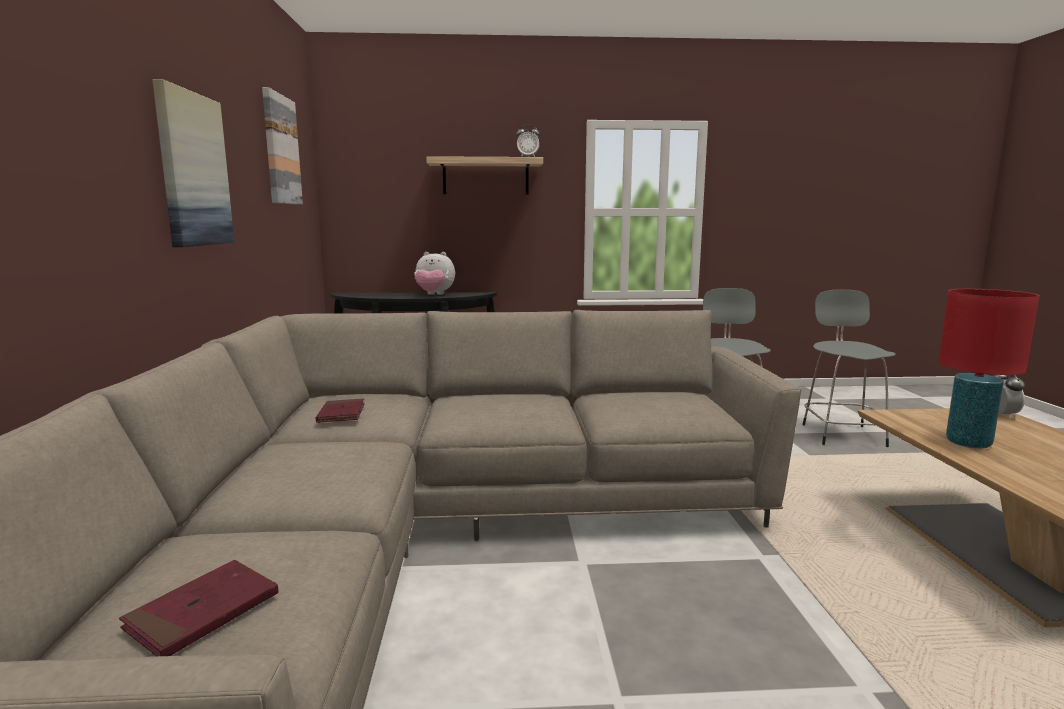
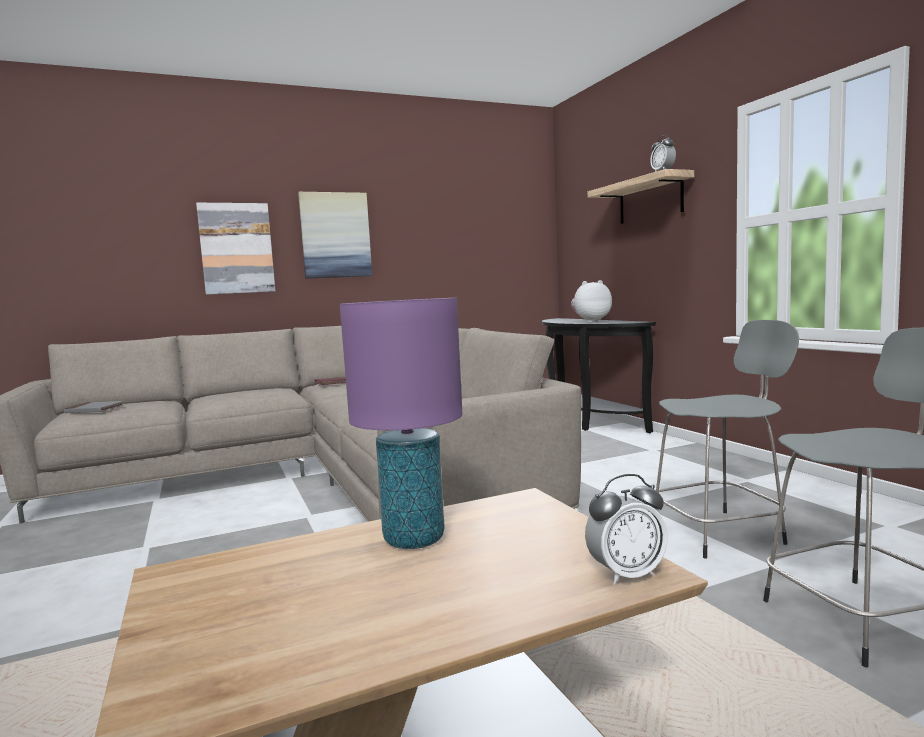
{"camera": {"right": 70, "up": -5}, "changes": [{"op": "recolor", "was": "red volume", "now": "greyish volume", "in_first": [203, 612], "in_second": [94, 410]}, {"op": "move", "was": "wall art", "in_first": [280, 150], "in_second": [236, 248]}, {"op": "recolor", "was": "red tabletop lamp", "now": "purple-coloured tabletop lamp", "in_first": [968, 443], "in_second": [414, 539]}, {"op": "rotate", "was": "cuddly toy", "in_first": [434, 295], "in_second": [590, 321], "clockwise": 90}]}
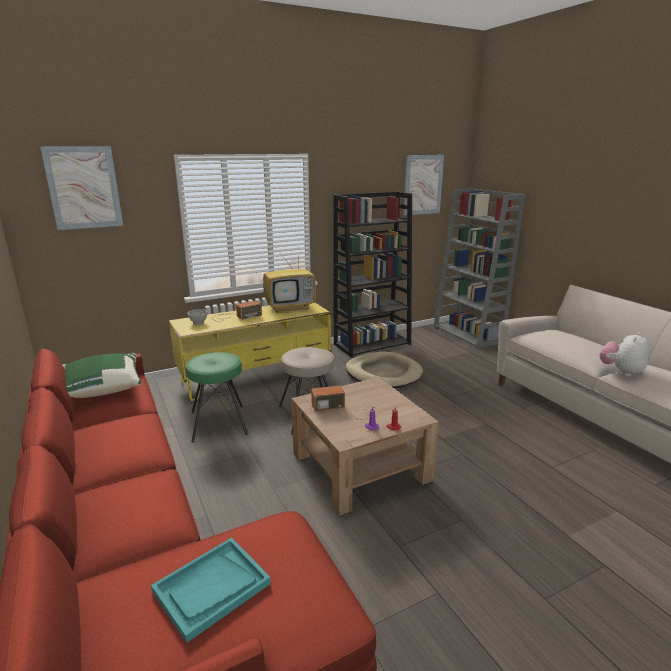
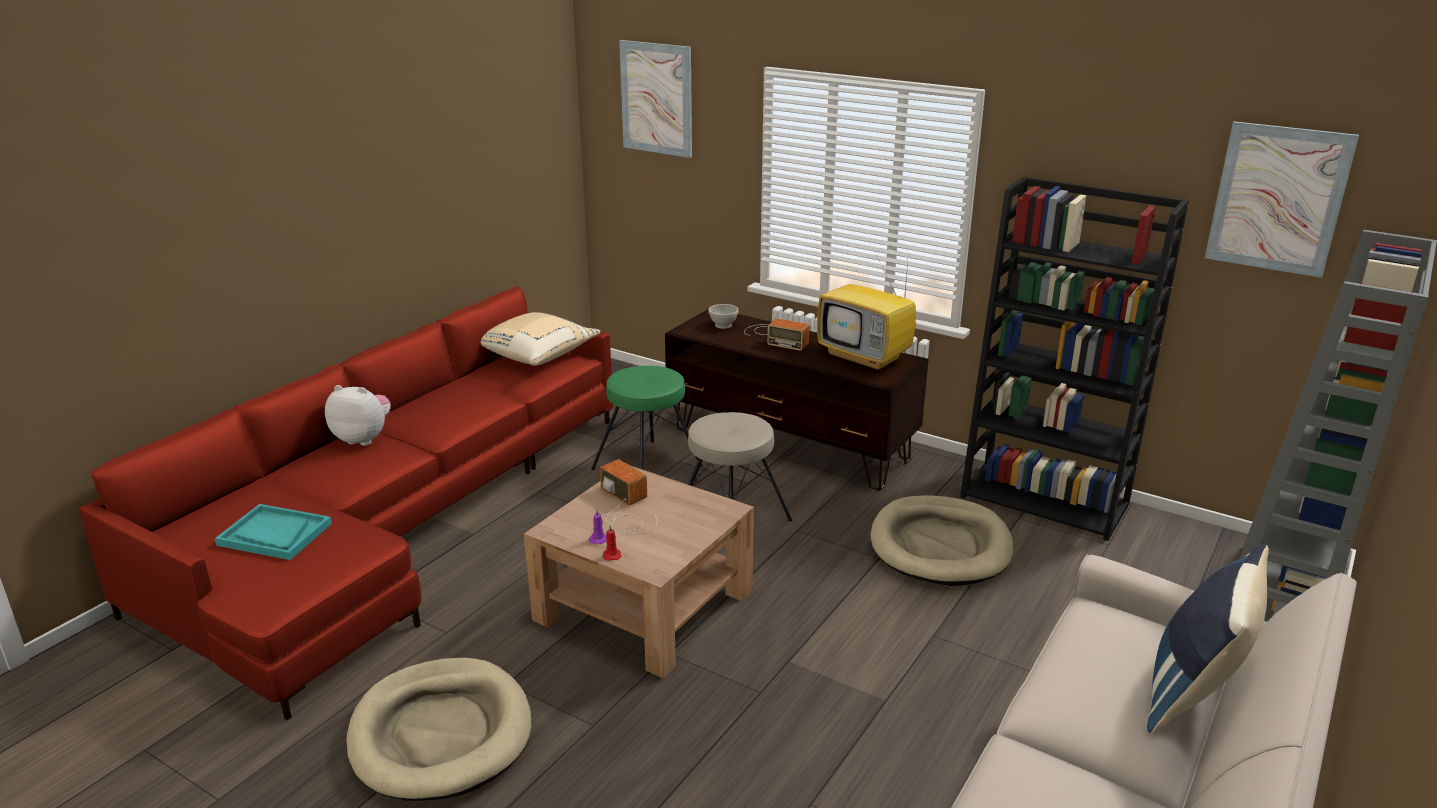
{"camera": {"right": 60, "up": 5}, "changes": [{"op": "move", "was": "cuddly toy", "in_first": [621, 371], "in_second": [363, 438]}, {"op": "insert", "now": "sand-coloured pet bed", "in_second": [441, 734]}, {"op": "recolor", "was": "green-coloured throw pillow", "now": "sand-coloured throw pillow", "in_first": [102, 388], "in_second": [536, 355]}, {"op": "recolor", "was": "yellow-coloured tv stand", "now": "brown tv stand", "in_first": [256, 376], "in_second": [790, 444]}, {"op": "insert", "now": "bluish throw pillow", "in_second": [1194, 694]}]}
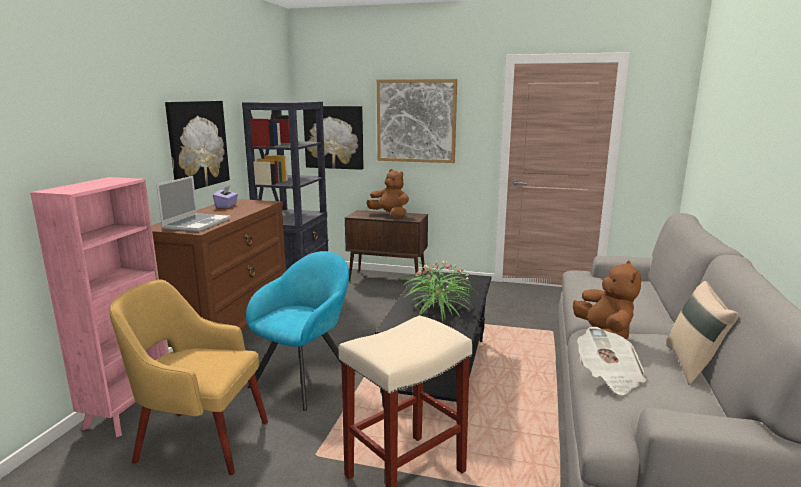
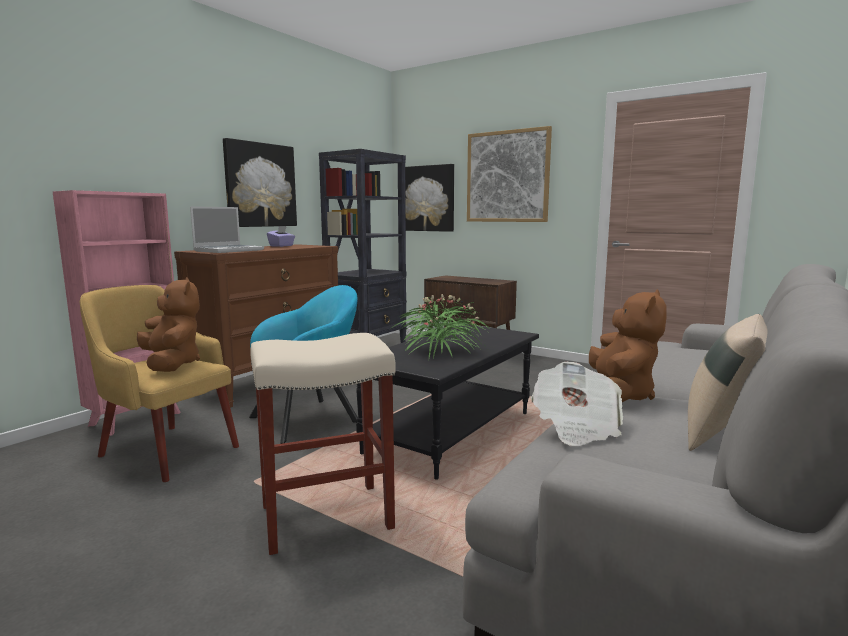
{"camera": {"right": 20, "up": -5}, "changes": [{"op": "move", "was": "brown cuddly toy", "in_first": [389, 215], "in_second": [172, 364]}]}
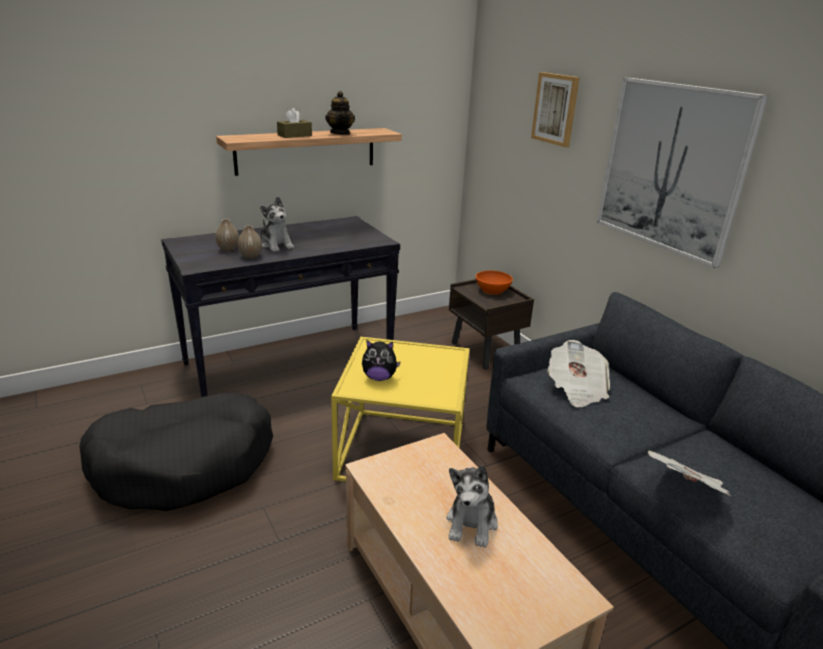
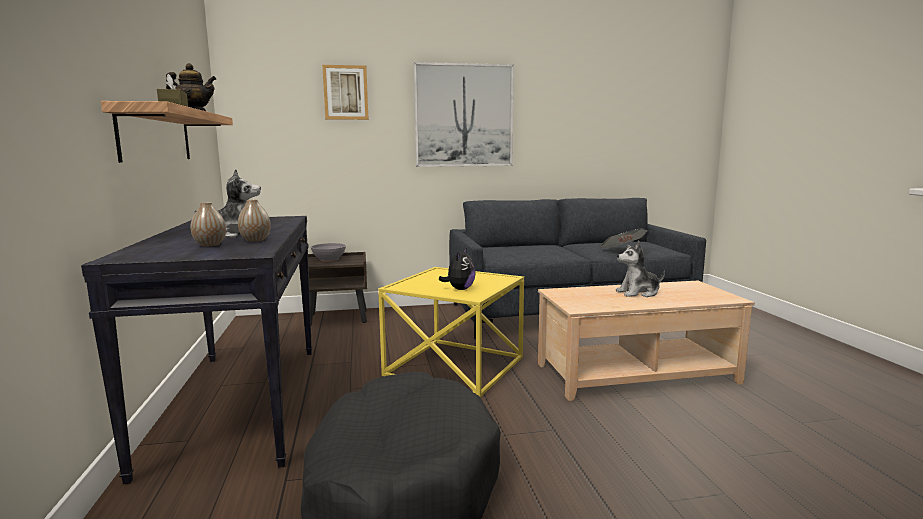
{"camera": {"right": -70, "up": -15}, "changes": [{"op": "recolor", "was": "orange-coloured bowl", "now": "greyish bowl", "in_first": [493, 290], "in_second": [329, 259]}, {"op": "rotate", "was": "cuddly toy", "in_first": [472, 523], "in_second": [638, 293], "clockwise": 135}, {"op": "delete", "was": "printed paper", "in_first": [576, 389]}]}
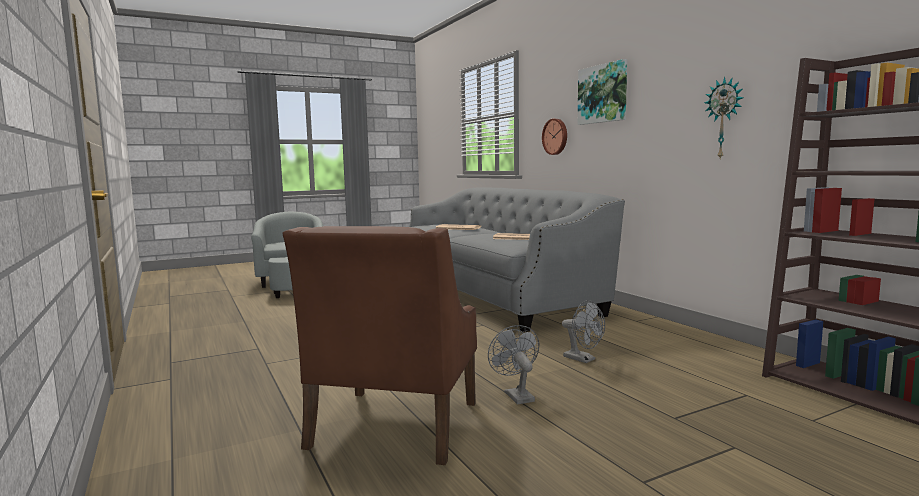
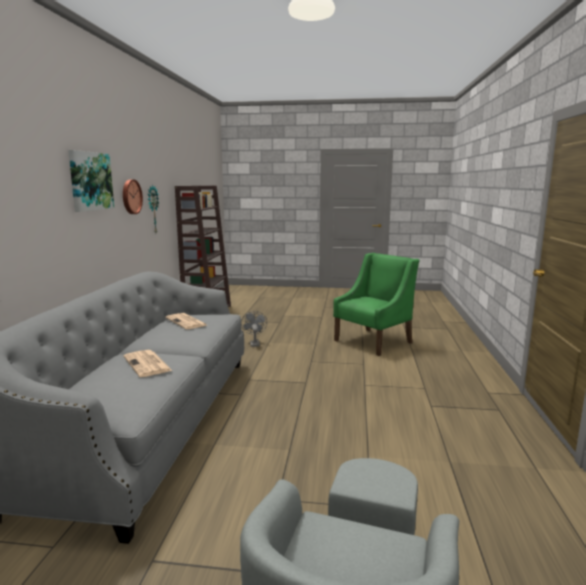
{"camera": {"right": -145, "up": 5}, "changes": [{"op": "move", "was": "clock on the wall", "in_first": [556, 136], "in_second": [130, 196]}, {"op": "recolor", "was": "brown armchair", "now": "green-coloured armchair", "in_first": [393, 425], "in_second": [374, 341]}, {"op": "delete", "was": "greyish cooling fan", "in_first": [516, 395]}]}
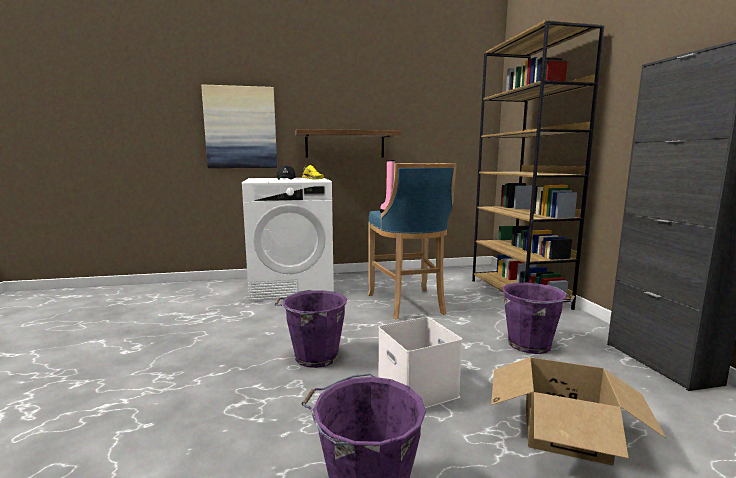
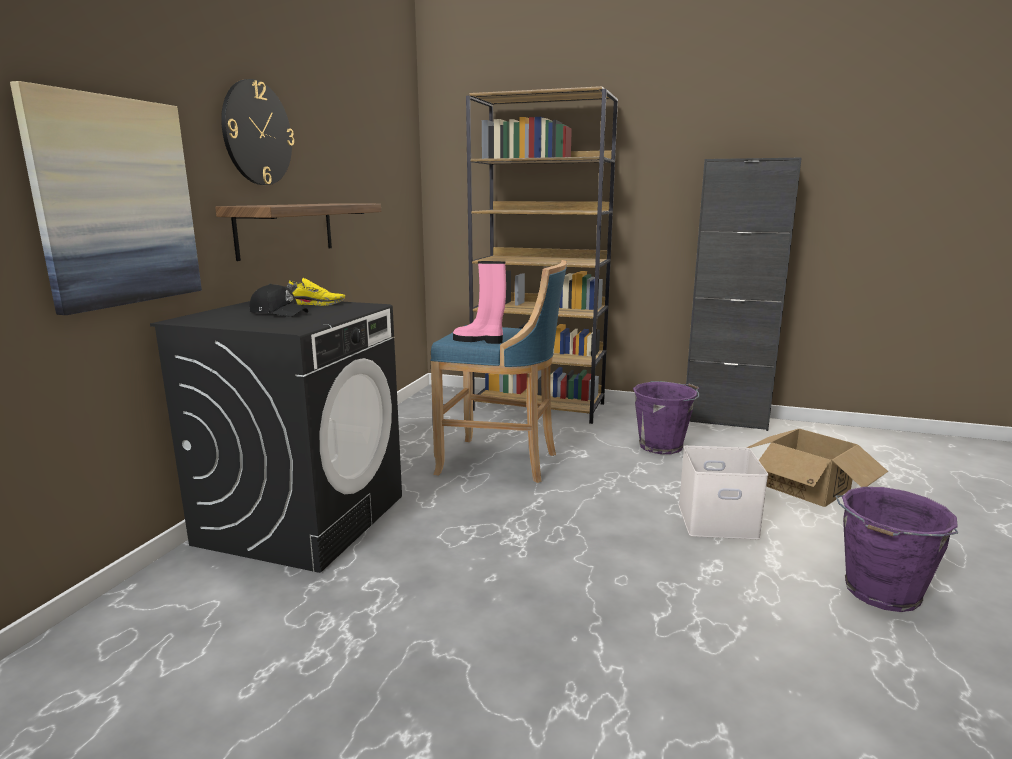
{"camera": {"right": -60, "up": 5}, "changes": [{"op": "recolor", "was": "whitish laundry appliance", "now": "black-coloured laundry appliance", "in_first": [292, 286], "in_second": [303, 519]}, {"op": "insert", "now": "clock on the wall", "in_second": [257, 133]}, {"op": "delete", "was": "purple-coloured water bucket", "in_first": [314, 357]}]}
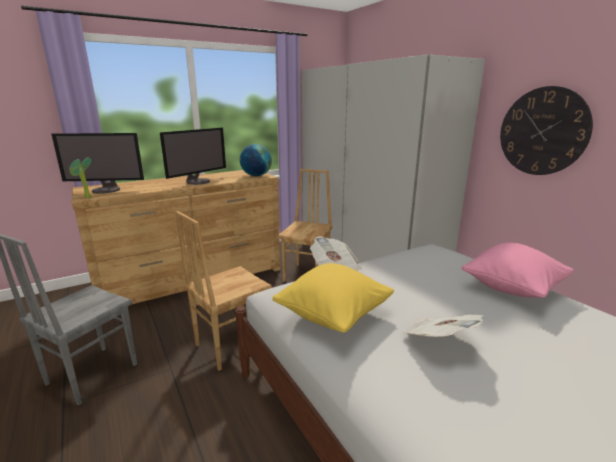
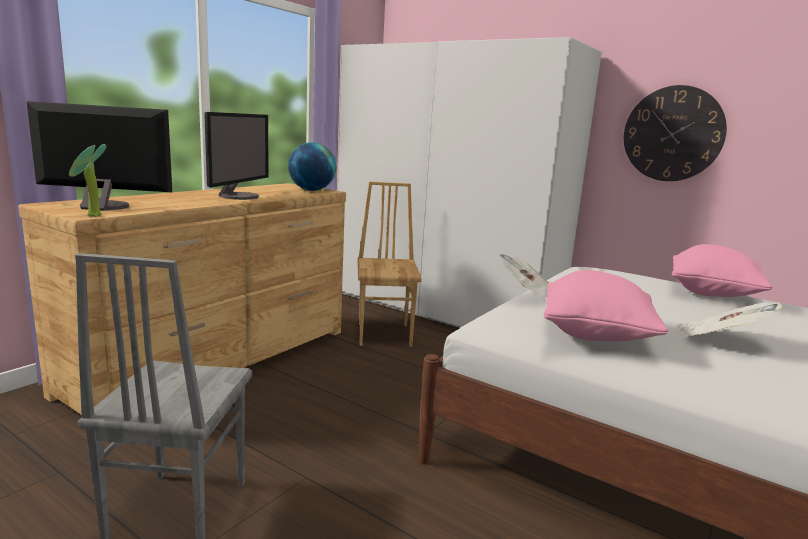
{"camera": {"right": -25, "up": -5}, "changes": [{"op": "rotate", "was": "computer display", "in_first": [107, 190], "in_second": [103, 206], "clockwise": -150}, {"op": "recolor", "was": "yellow-coloured throw pillow", "now": "pink throw pillow", "in_first": [333, 316], "in_second": [596, 335]}, {"op": "delete", "was": "brown plain chair", "in_first": [231, 345]}]}
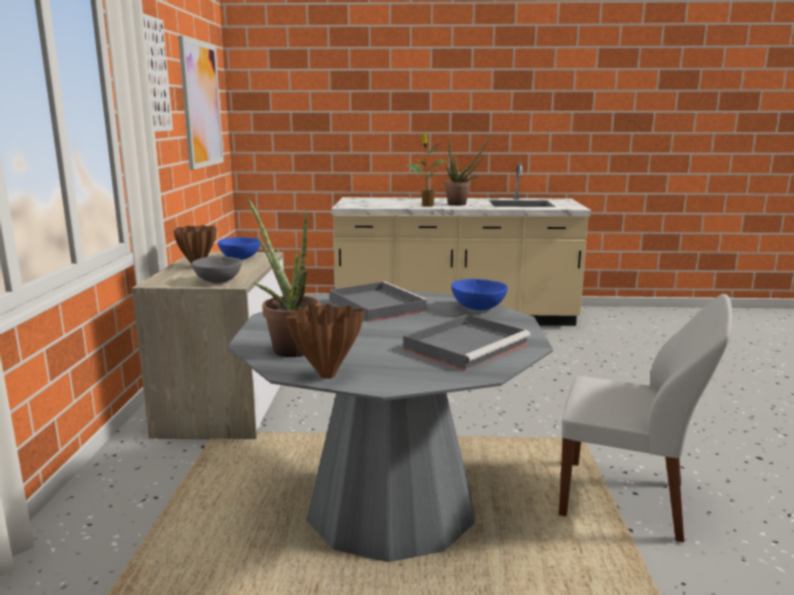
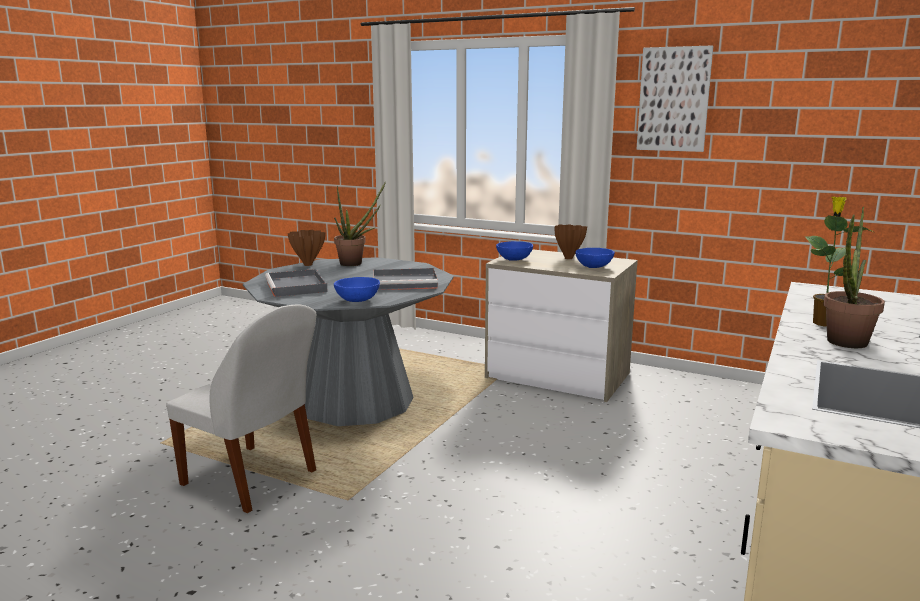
{"camera": {"right": 115, "up": 0}, "changes": [{"op": "rotate", "was": "whitish plain chair", "in_first": [627, 500], "in_second": [251, 479], "clockwise": -105}, {"op": "recolor", "was": "greyish bowl", "now": "bluish bowl", "in_first": [217, 281], "in_second": [514, 259]}, {"op": "delete", "was": "wall art", "in_first": [201, 104]}]}
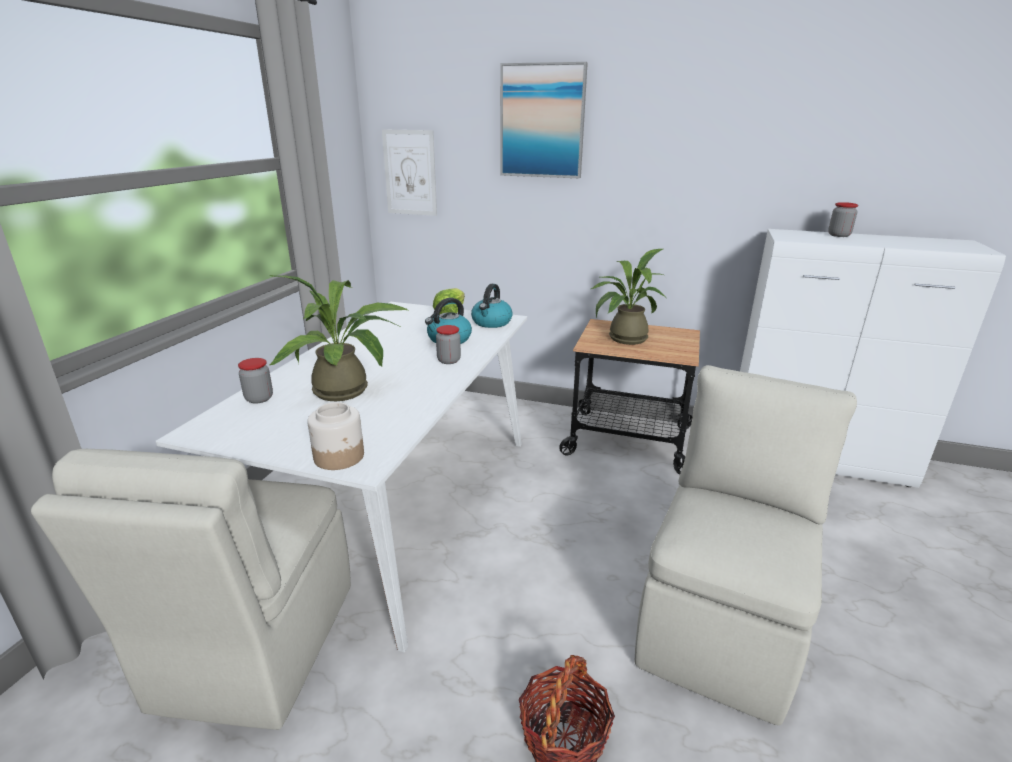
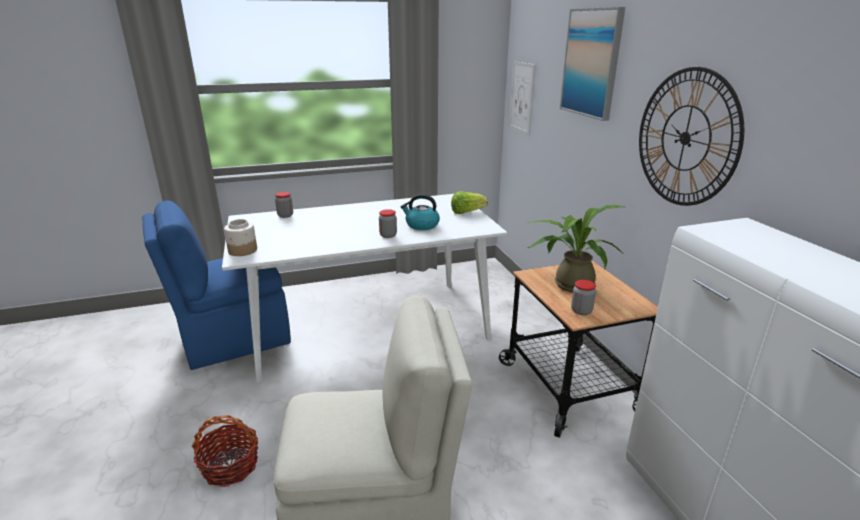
{"camera": {"right": 55, "up": 0}, "changes": [{"op": "recolor", "was": "sand-coloured plain chair", "now": "bluish plain chair", "in_first": [254, 647], "in_second": [233, 339]}, {"op": "move", "was": "jar", "in_first": [839, 235], "in_second": [581, 311]}, {"op": "insert", "now": "clock on the wall", "in_second": [685, 138]}, {"op": "delete", "was": "plant in a pot", "in_first": [348, 391]}, {"op": "delete", "was": "water kettle", "in_first": [491, 322]}]}
